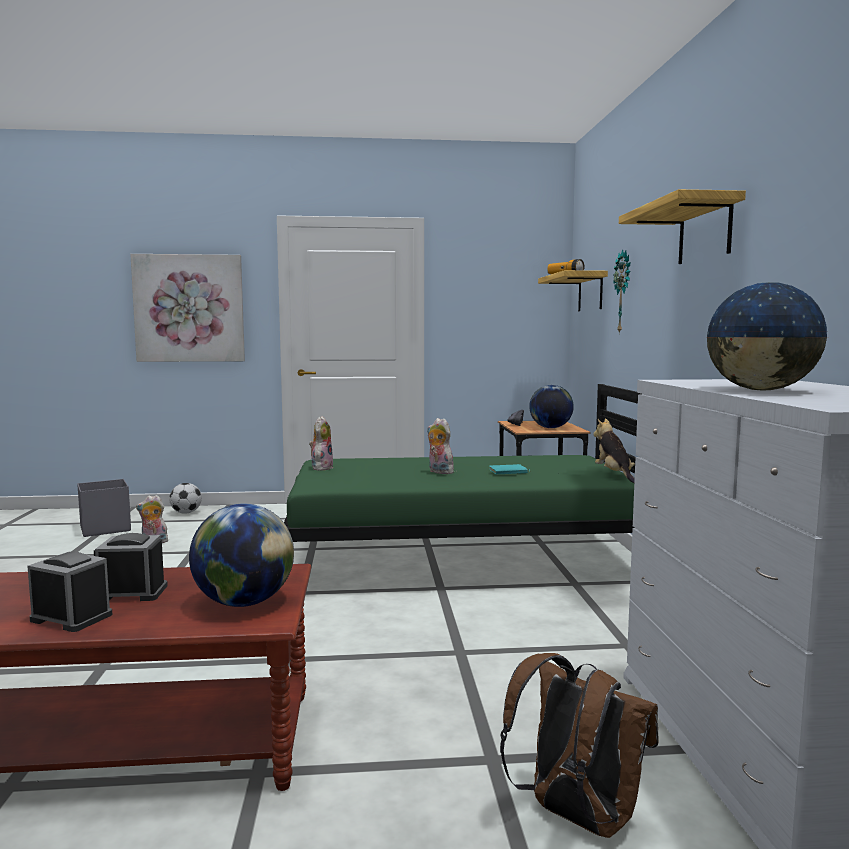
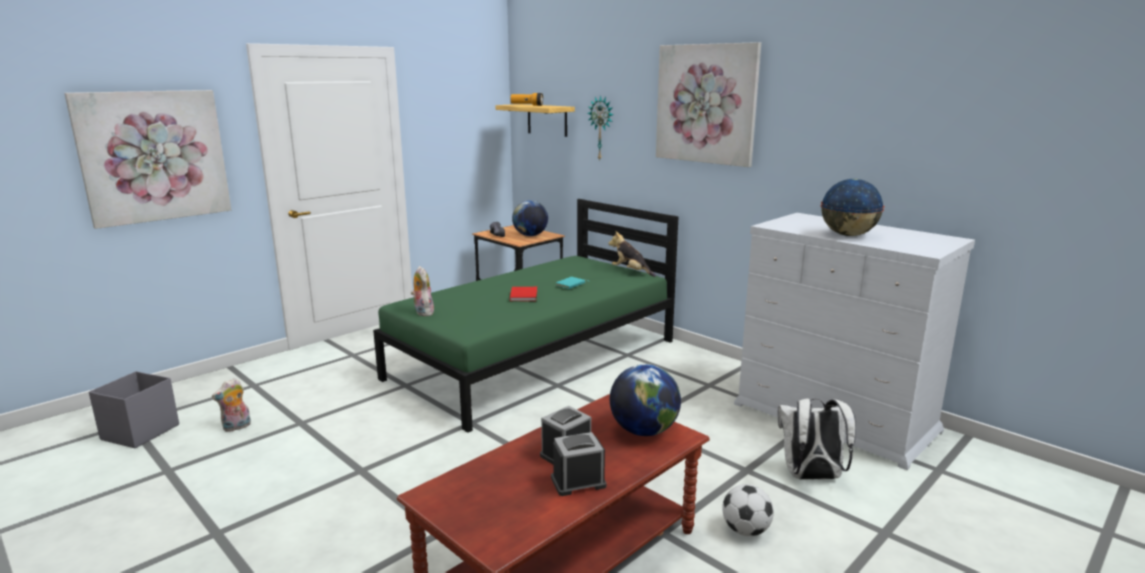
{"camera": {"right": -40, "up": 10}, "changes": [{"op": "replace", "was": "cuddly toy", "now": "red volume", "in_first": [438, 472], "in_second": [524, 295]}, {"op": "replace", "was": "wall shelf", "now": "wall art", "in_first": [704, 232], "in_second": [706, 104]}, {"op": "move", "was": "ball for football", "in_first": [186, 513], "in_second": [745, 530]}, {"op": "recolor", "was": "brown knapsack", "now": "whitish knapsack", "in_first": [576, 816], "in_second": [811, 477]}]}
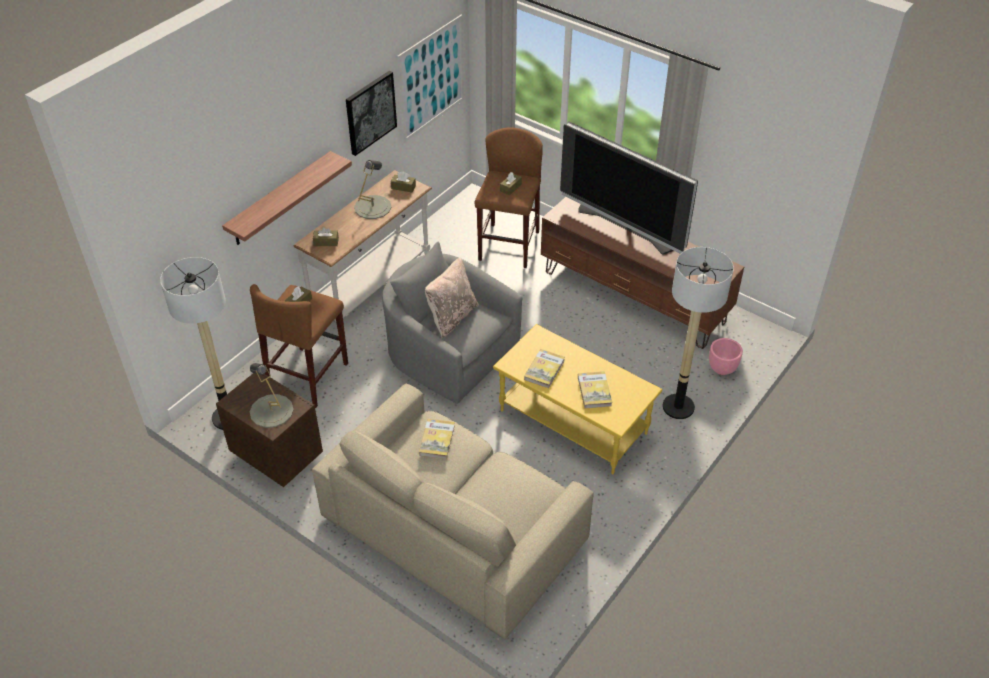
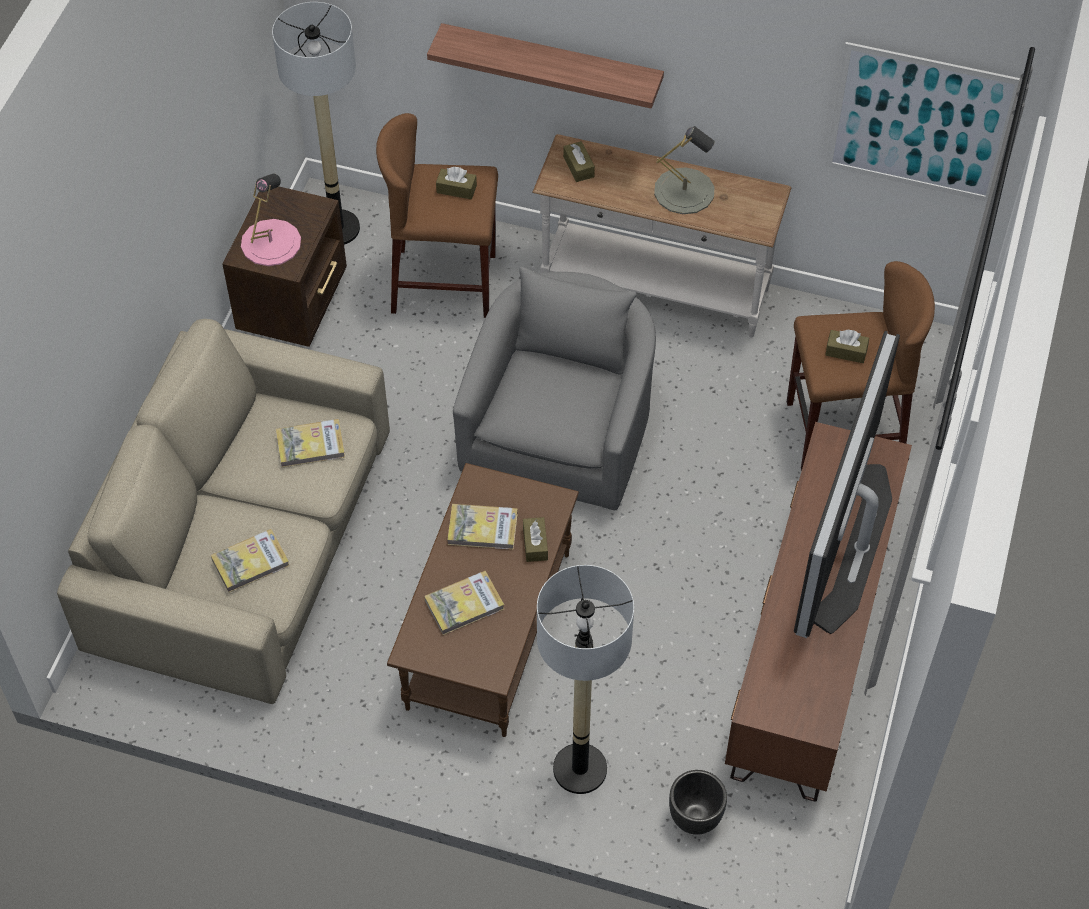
{"camera": {"right": 70, "up": 10}, "changes": [{"op": "insert", "now": "volume", "in_second": [250, 562]}, {"op": "recolor", "was": "greyish tabletop lamp", "now": "pink tabletop lamp", "in_first": [271, 411], "in_second": [271, 242]}, {"op": "recolor", "was": "yellow-coloured low table", "now": "brown low table", "in_first": [572, 422], "in_second": [487, 629]}, {"op": "move", "was": "brown box of tissues", "in_first": [403, 187], "in_second": [535, 544]}, {"op": "recolor", "was": "pink plant pot", "now": "black-coloured plant pot", "in_first": [722, 369], "in_second": [695, 818]}, {"op": "delete", "was": "wall art", "in_first": [370, 112]}, {"op": "delete", "was": "sand-coloured throw pillow", "in_first": [451, 317]}]}
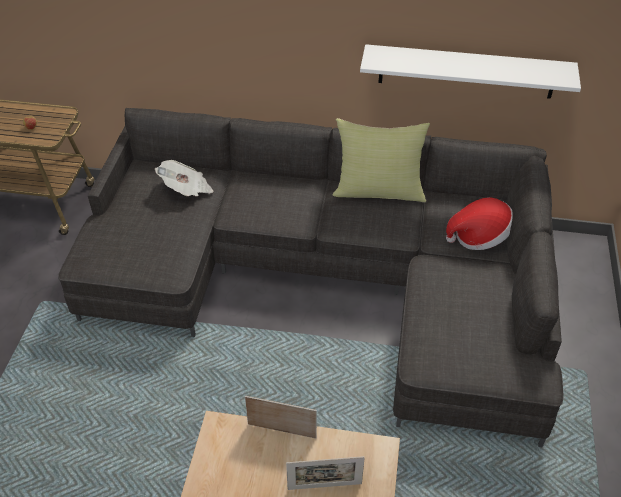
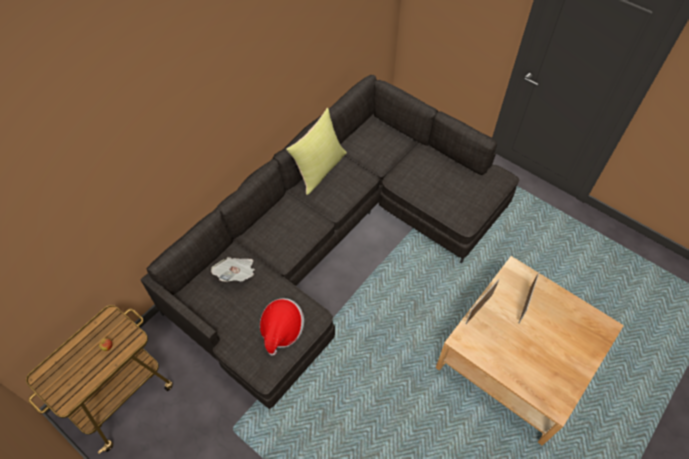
{"camera": {"right": -60, "up": 10}, "changes": [{"op": "move", "was": "wearable hat", "in_first": [479, 237], "in_second": [282, 330]}, {"op": "delete", "was": "whitish wall shelf", "in_first": [466, 71]}]}
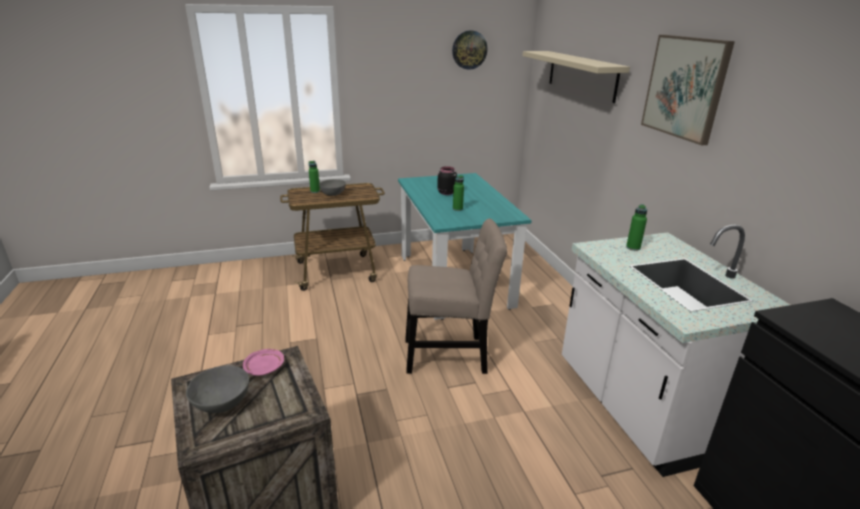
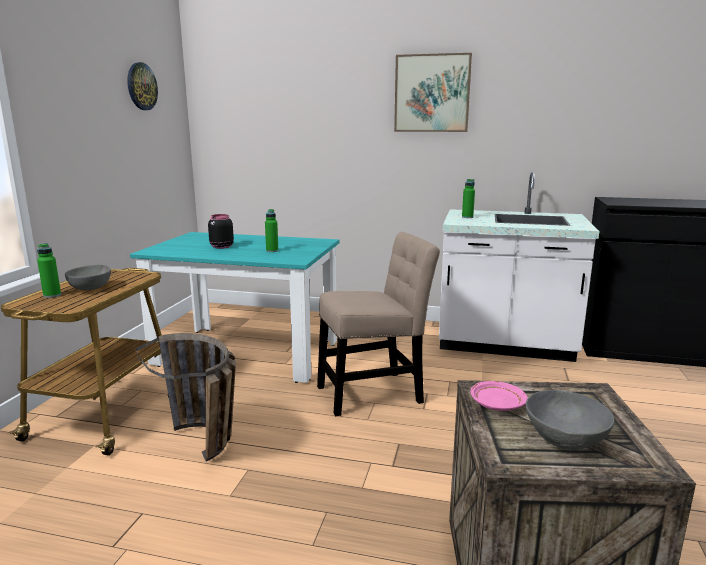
{"camera": {"right": -60, "up": -10}, "changes": [{"op": "insert", "now": "basket", "in_second": [208, 448]}, {"op": "rotate", "was": "sand-coloured plain chair", "in_first": [450, 355], "in_second": [374, 393], "clockwise": 45}, {"op": "delete", "was": "sand-coloured wall shelf", "in_first": [581, 75]}]}
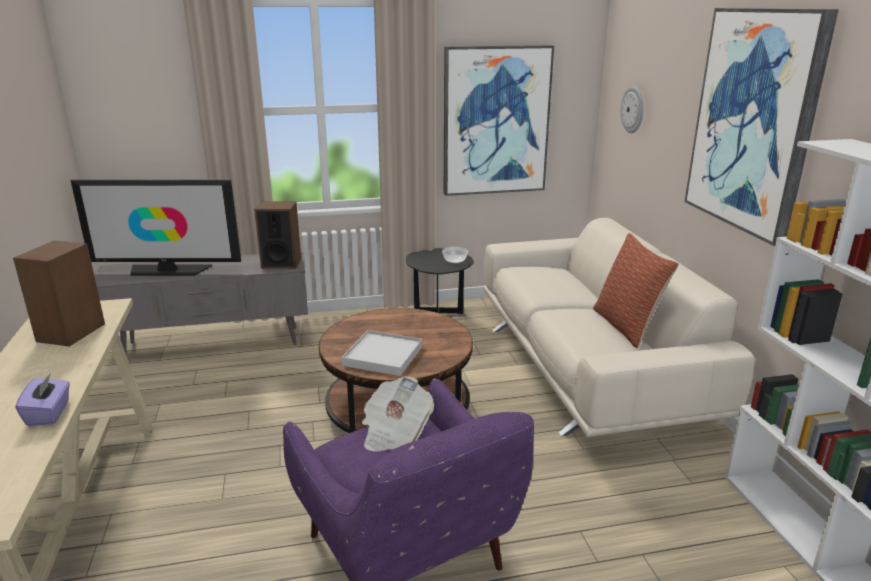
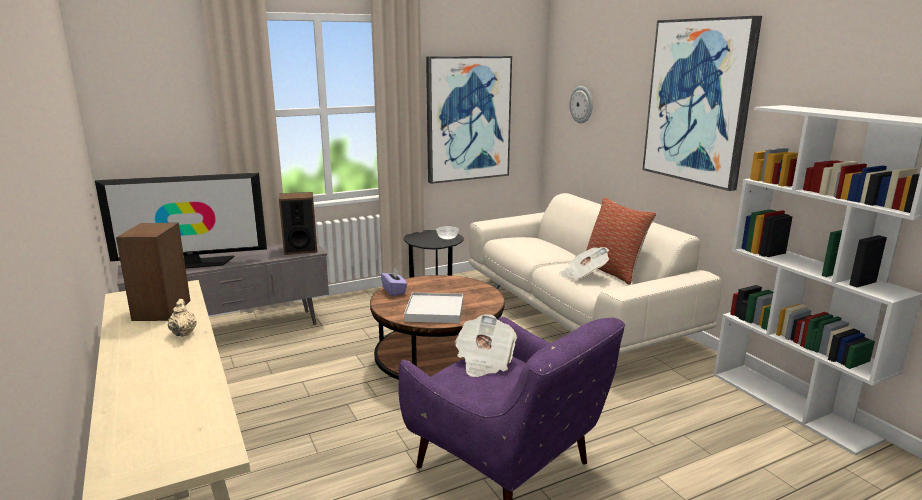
{"camera": {"right": -15, "up": -5}, "changes": [{"op": "insert", "now": "sand-coloured teapot", "in_second": [184, 333]}, {"op": "move", "was": "purple-coloured box of tissues", "in_first": [49, 414], "in_second": [394, 291]}, {"op": "insert", "now": "printed paper", "in_second": [583, 275]}]}
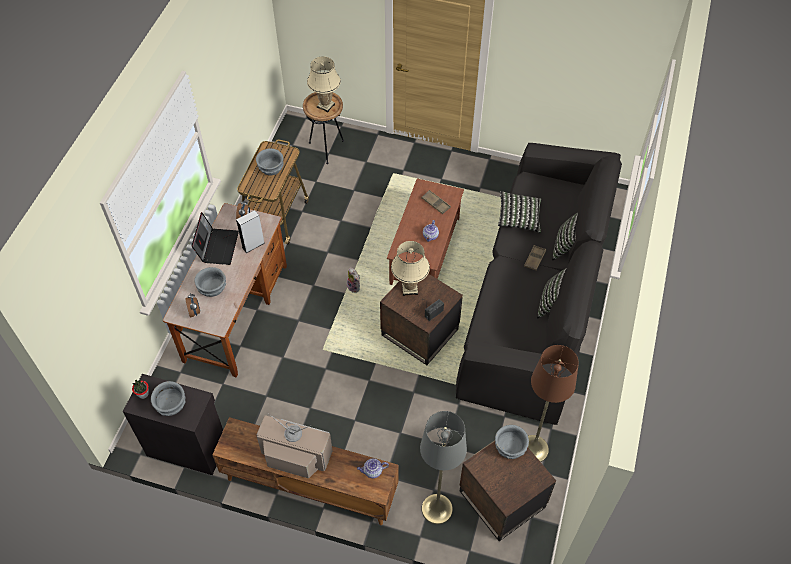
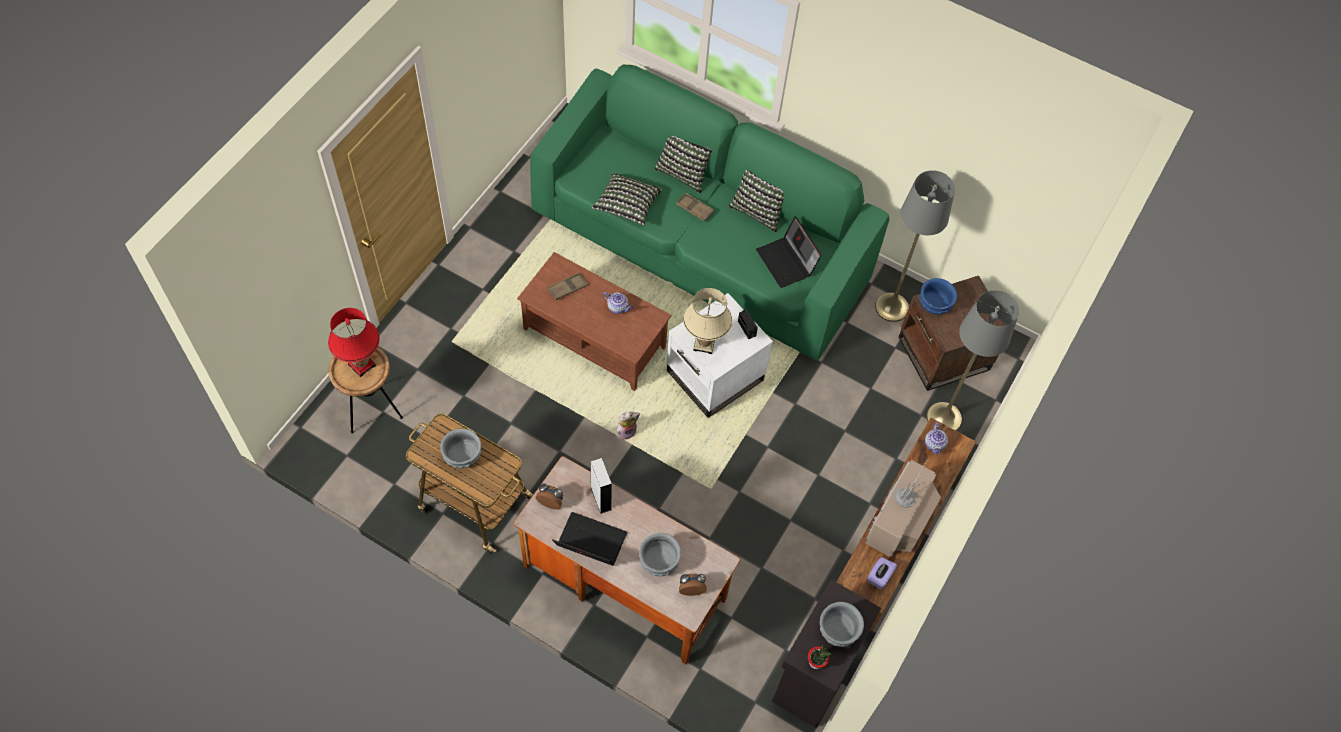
{"camera": {"right": -80, "up": 5}, "changes": [{"op": "recolor", "was": "sand-coloured tabletop lamp", "now": "red tabletop lamp", "in_first": [325, 106], "in_second": [362, 365]}, {"op": "recolor", "was": "black-coloured settee", "now": "green-coloured settee", "in_first": [535, 299], "in_second": [701, 245]}, {"op": "recolor", "was": "brown accent table", "now": "whitish accent table", "in_first": [419, 333], "in_second": [715, 376]}, {"op": "insert", "now": "portable computer", "in_second": [787, 262]}, {"op": "insert", "now": "purple-coloured box of tissues", "in_second": [879, 576]}, {"op": "recolor", "was": "brown standing lamp", "now": "greyish standing lamp", "in_first": [533, 449], "in_second": [891, 307]}, {"op": "recolor", "was": "greyish bowl", "now": "bluish bowl", "in_first": [510, 447], "in_second": [934, 303]}]}
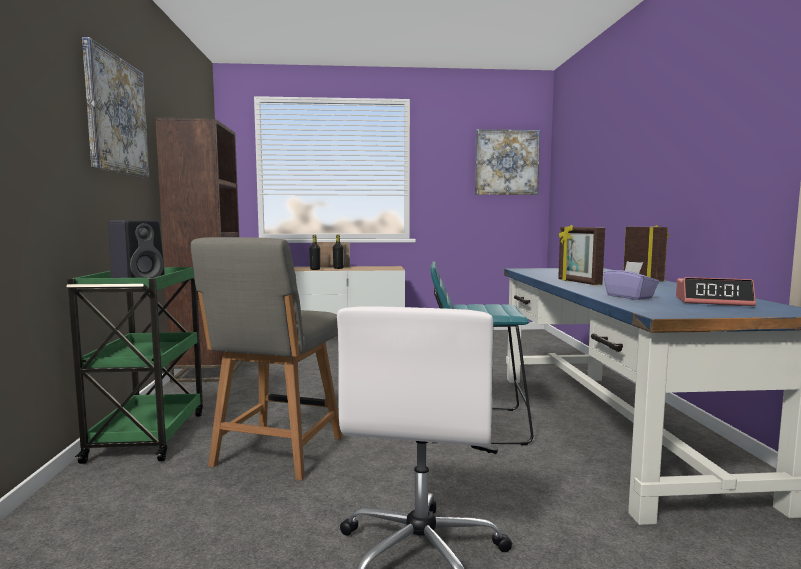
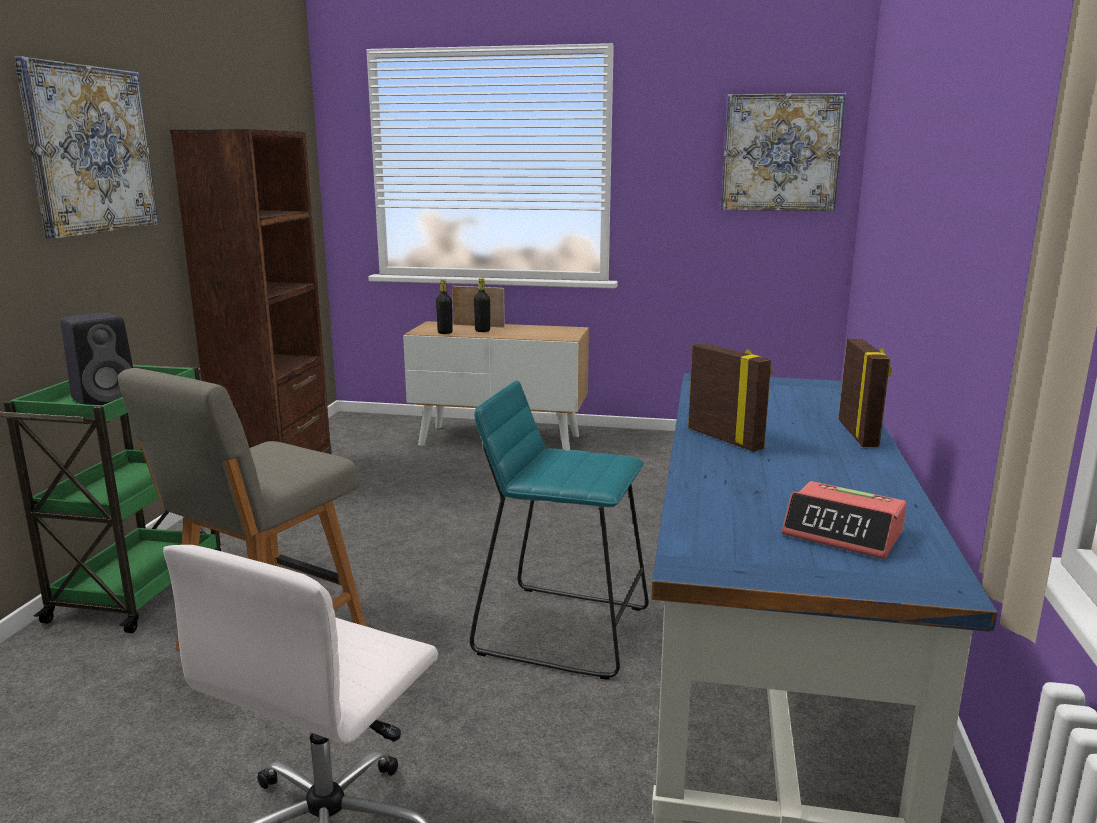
{"camera": {"right": 15, "up": 10}, "changes": [{"op": "rotate", "was": "picture frame", "in_first": [578, 282], "in_second": [725, 439], "clockwise": 150}, {"op": "delete", "was": "purple-coloured box of tissues", "in_first": [629, 297]}]}
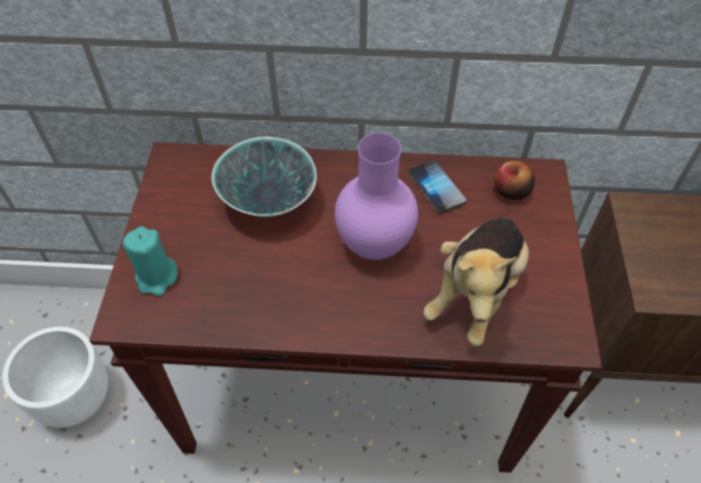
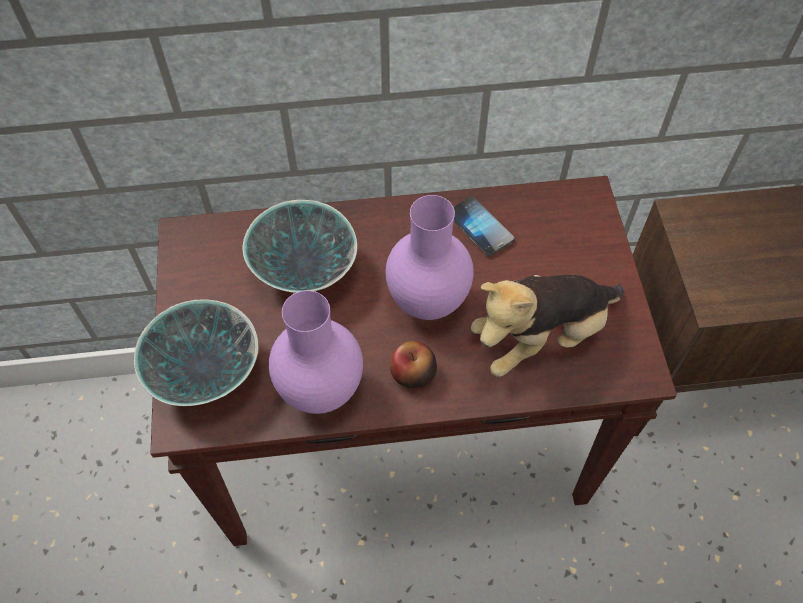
{"camera": {"right": -10, "up": 5}, "changes": [{"op": "replace", "was": "turquoise-coloured wax candle", "now": "bowl", "in_first": [157, 278], "in_second": [205, 374]}, {"op": "insert", "now": "purple-coloured decorative vase", "in_second": [319, 390]}, {"op": "move", "was": "whole apple", "in_first": [511, 191], "in_second": [413, 373]}, {"op": "rotate", "was": "cuddly toy", "in_first": [476, 292], "in_second": [541, 337], "clockwise": 45}, {"op": "delete", "was": "whitish plant pot", "in_first": [76, 399]}]}
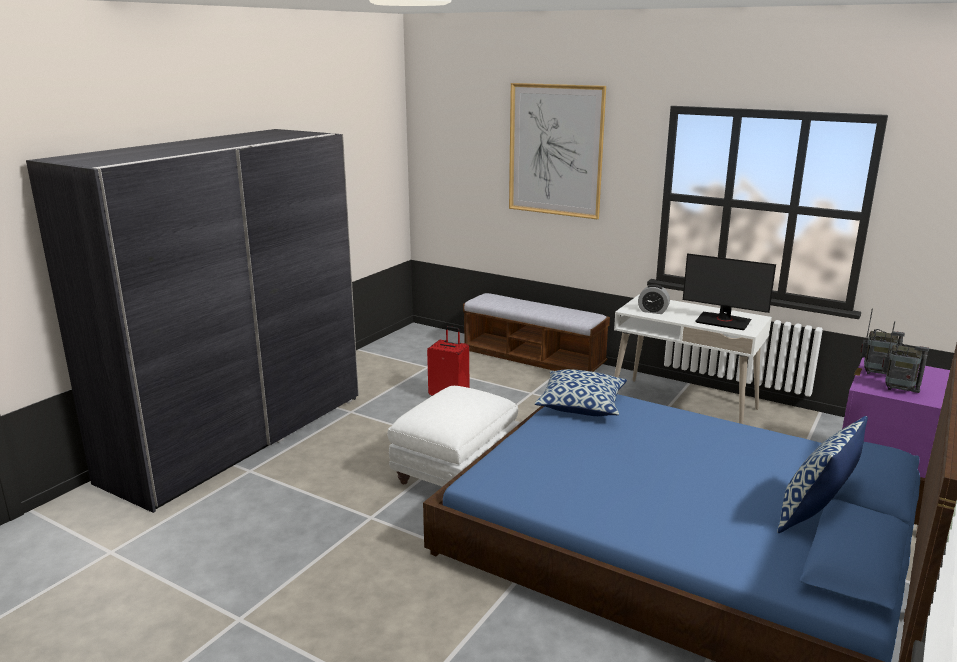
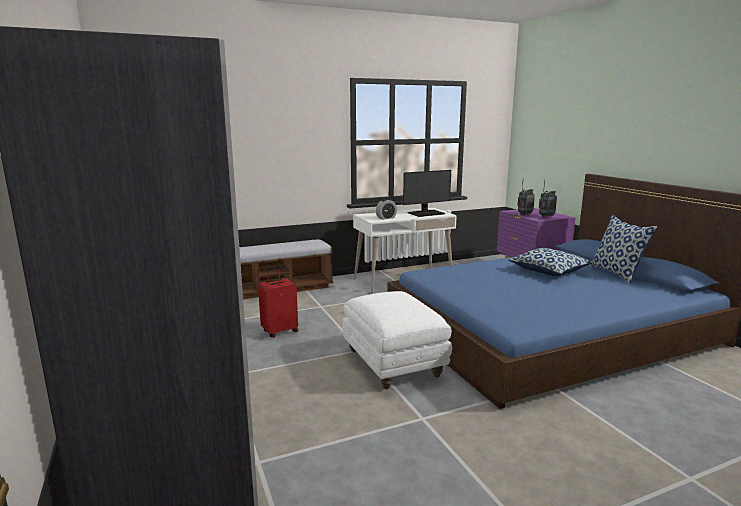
{"camera": {"right": -55, "up": -5}, "changes": [{"op": "move", "was": "throw pillow", "in_first": [581, 405], "in_second": [549, 271]}, {"op": "delete", "was": "wall art", "in_first": [555, 150]}]}
